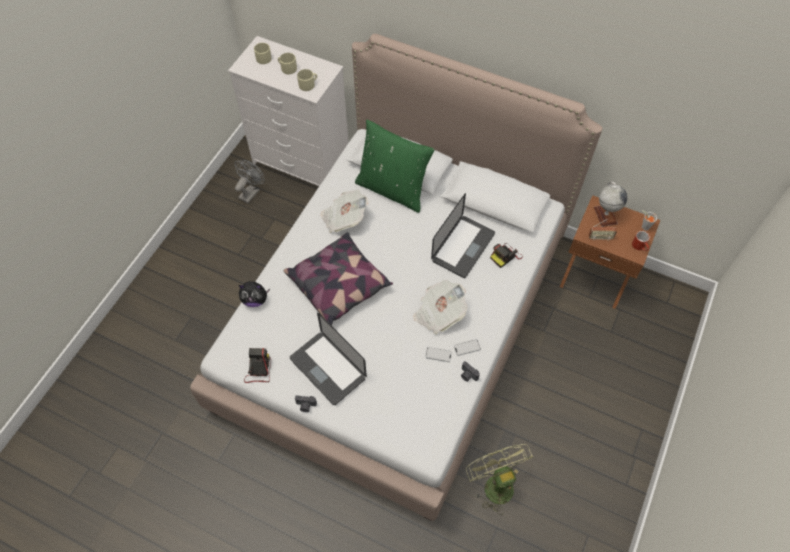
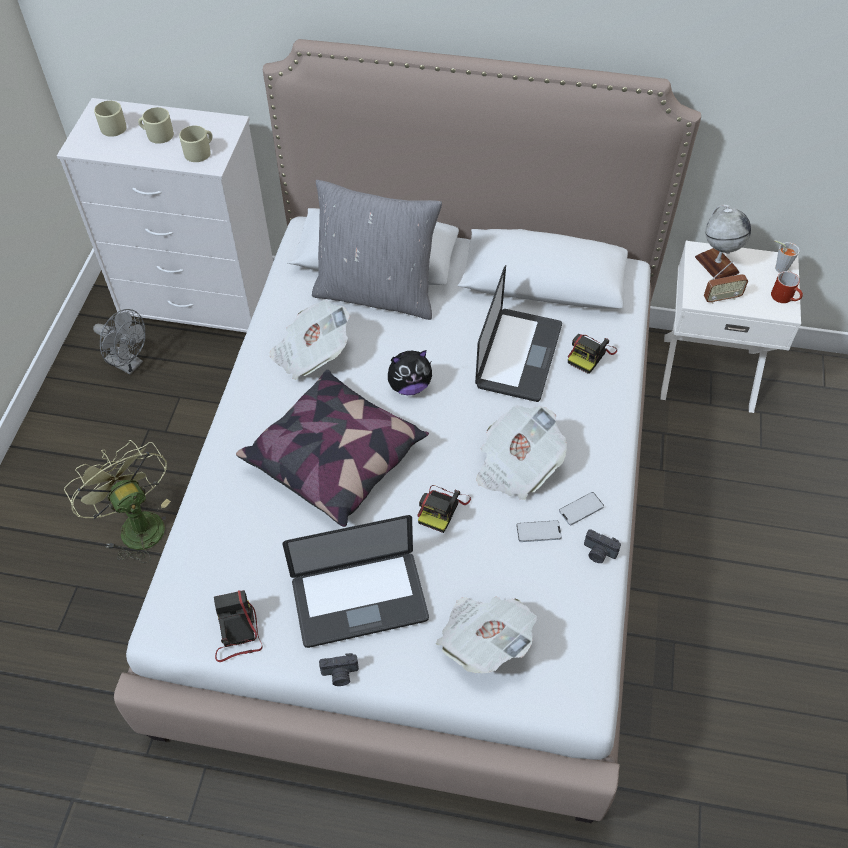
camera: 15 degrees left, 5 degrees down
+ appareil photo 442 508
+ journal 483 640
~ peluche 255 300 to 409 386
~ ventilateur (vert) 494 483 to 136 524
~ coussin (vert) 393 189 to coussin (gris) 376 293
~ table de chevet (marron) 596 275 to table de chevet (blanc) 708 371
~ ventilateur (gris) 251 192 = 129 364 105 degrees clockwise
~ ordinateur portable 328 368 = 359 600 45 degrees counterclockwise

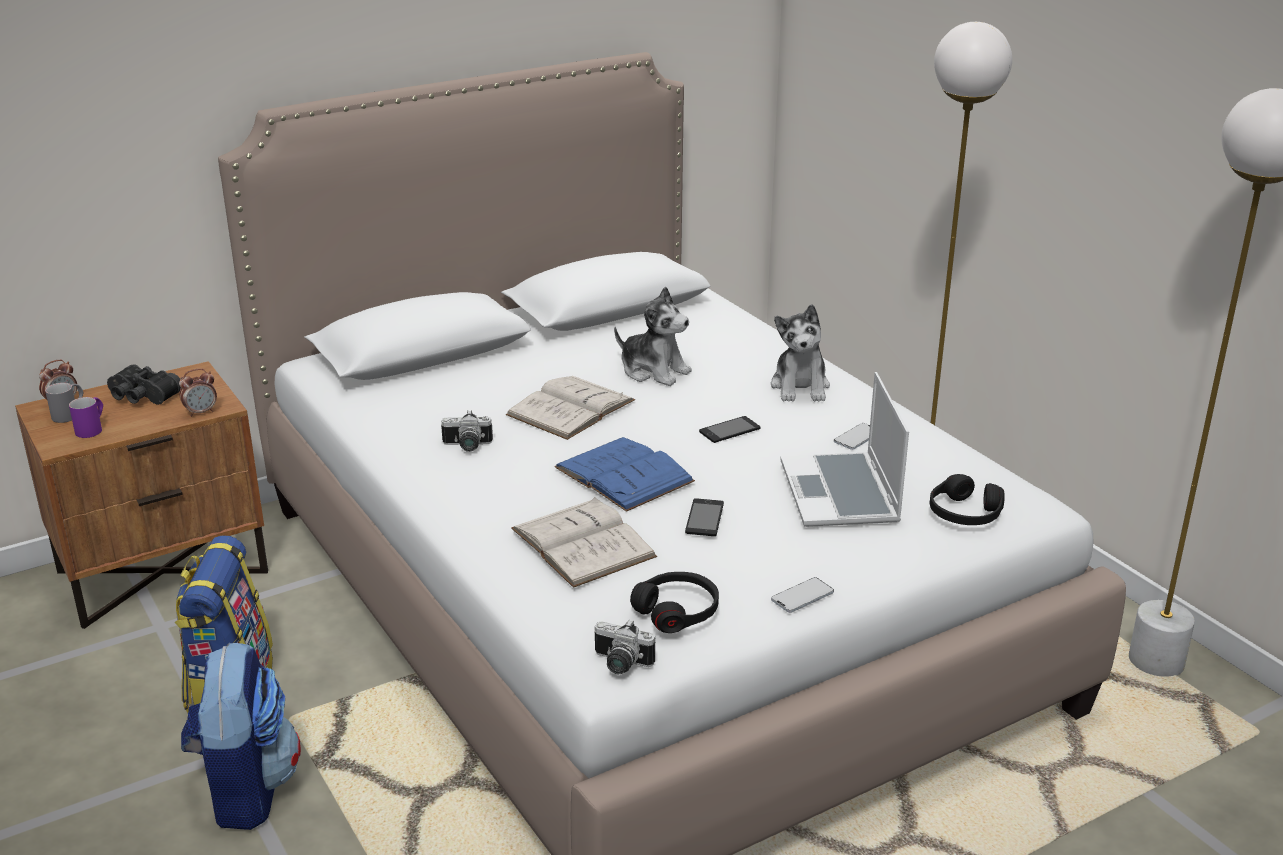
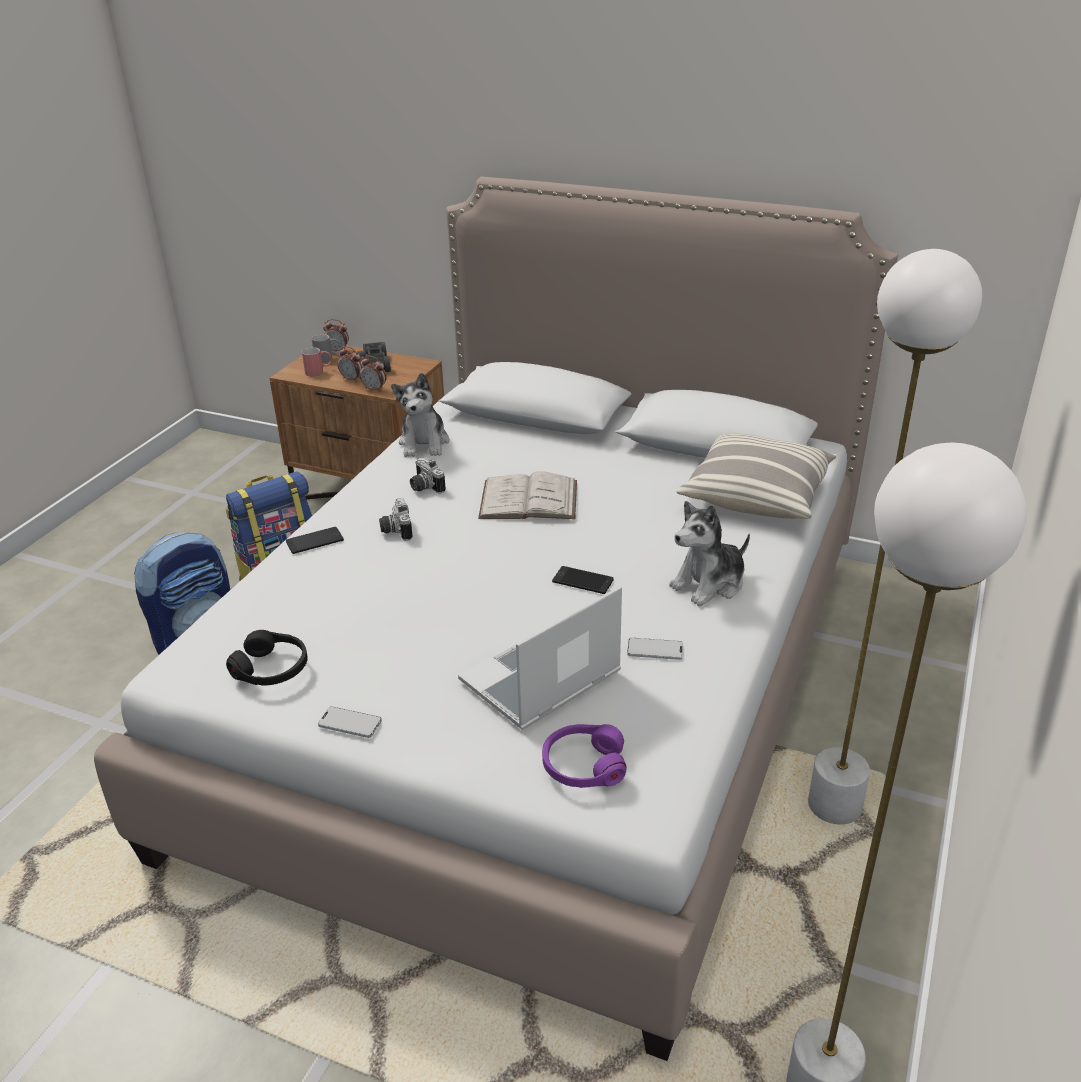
camera: 55 degrees right, 5 degrees up
- livre (blanc) 583 542
- livre (bleu) 624 474
+ réveil 352 379
+ coussin 756 494
~ appareil photo 620 664 to 395 530
~ peluche 654 371 to 424 443
~ téléphone 704 518 to 314 541
~ mug (violet) 92 428 to mug (rouge) 319 371
~ casque audio (noir) 964 513 to casque audio (violet) 583 766

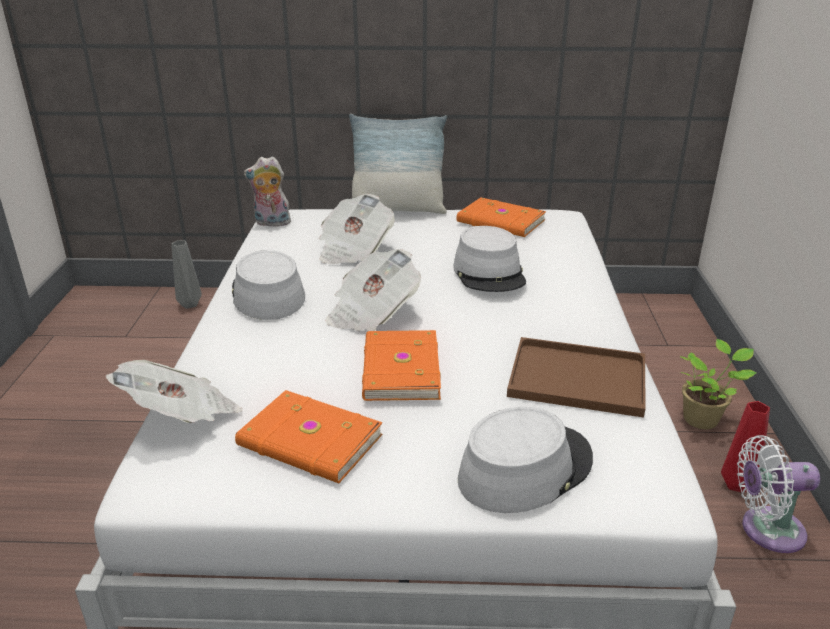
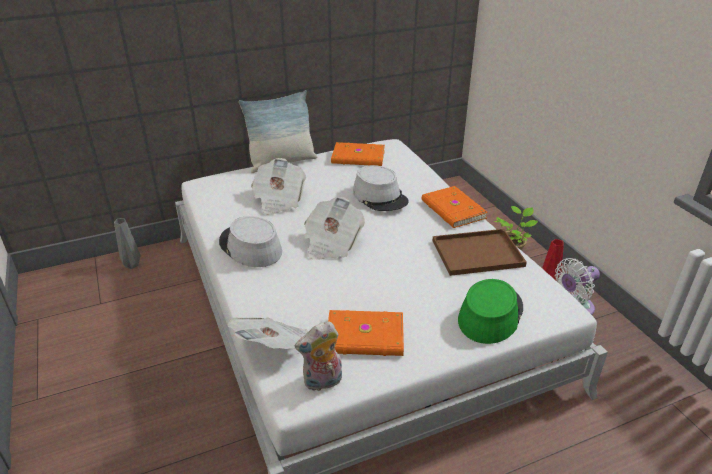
camera: 25 degrees left, 5 degrees up
~ peluche 271 223 to 322 382
~ livre (orange) 399 370 to 452 210
~ chapeau (gris) 524 468 to chapeau (vert) 490 314

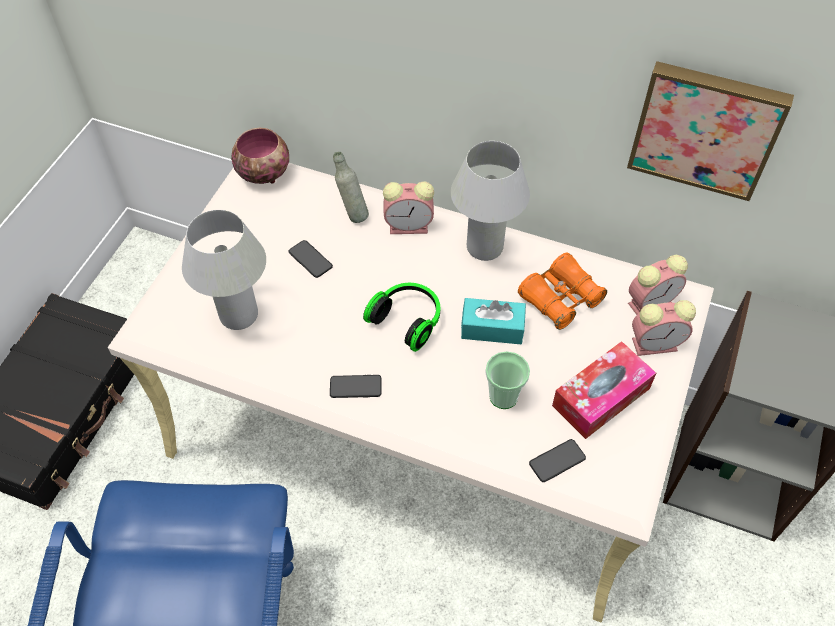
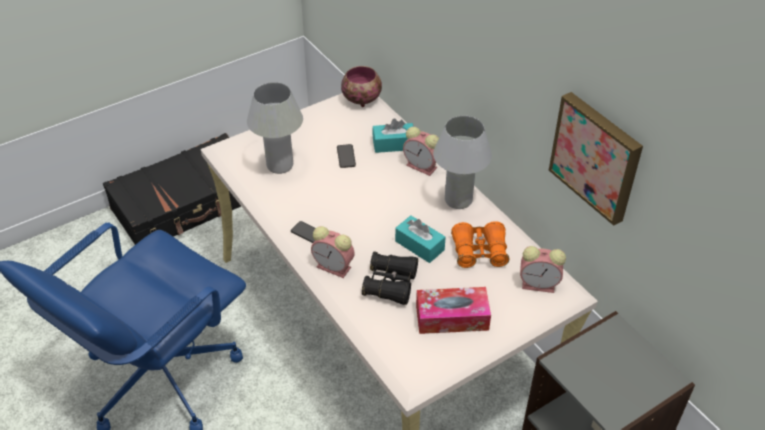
camera: 35 degrees right, 10 degrees down
- casque audio 408 320
- téléphone 557 461
~ réveil 656 344 to 335 267
~ bouteille (gris) 352 214 to boîte à mouchoirs (turquoise) 393 144
~ tasse 503 396 to jumelles (noir) 390 284

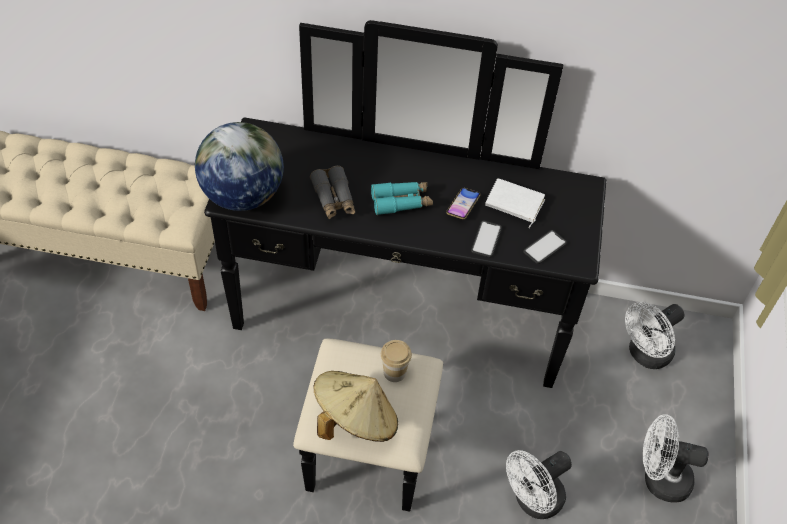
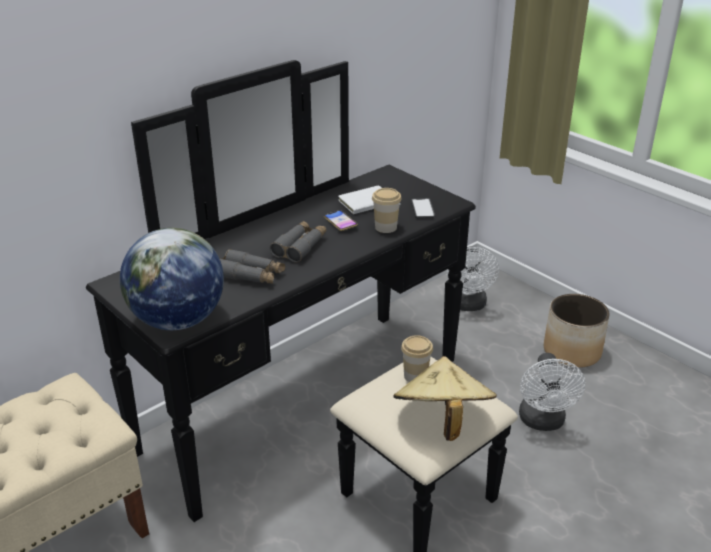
camera: 50 degrees left, 20 degrees down
~ téléphone 486 239 to tasse 386 227
~ ventilateur (blanc) 659 478 to cache-pot 572 352
~ jumelles (turquoise) 401 202 to jumelles (gris) 300 246

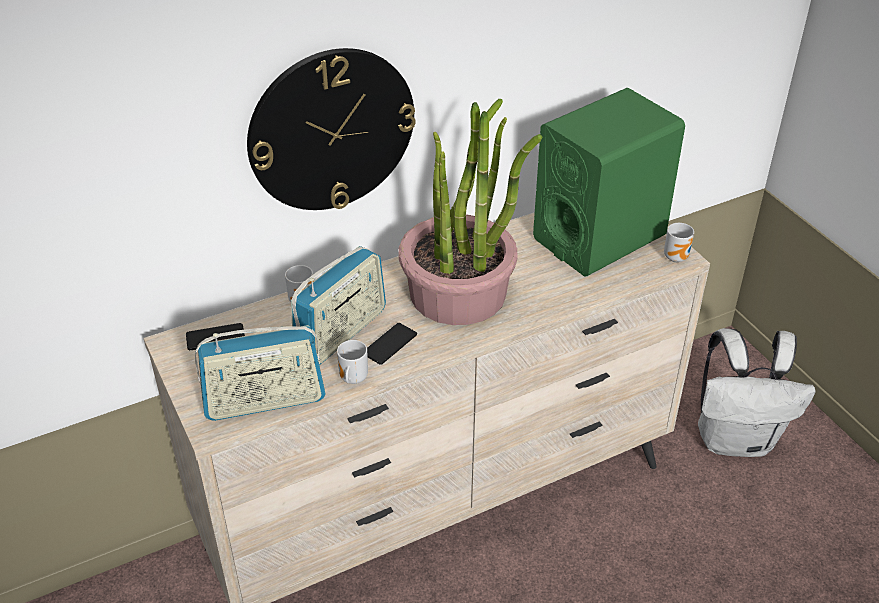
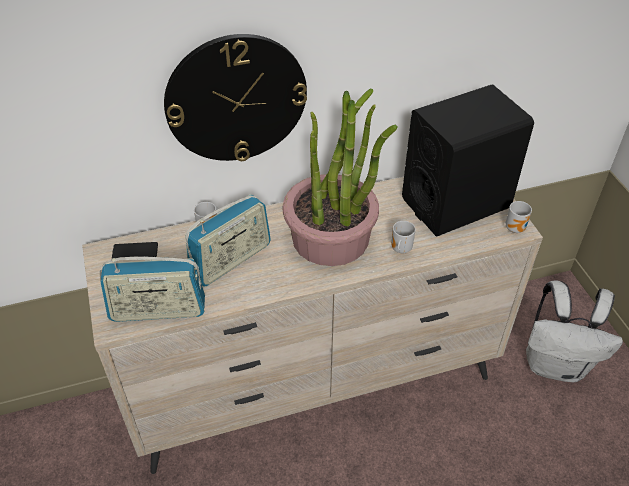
camera: 10 degrees right, 5 degrees up
- téléphone 389 344
~ mug 352 379 to 400 250
~ enceinte (vert) 599 237 to enceinte (noir) 456 203

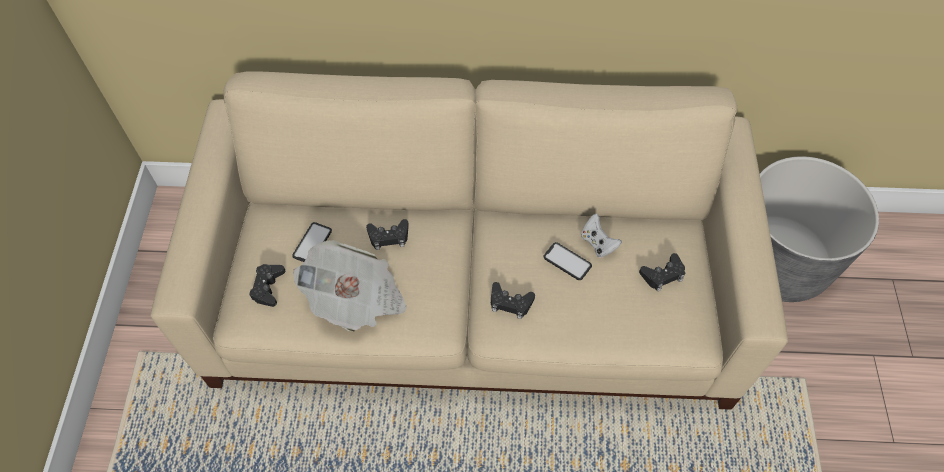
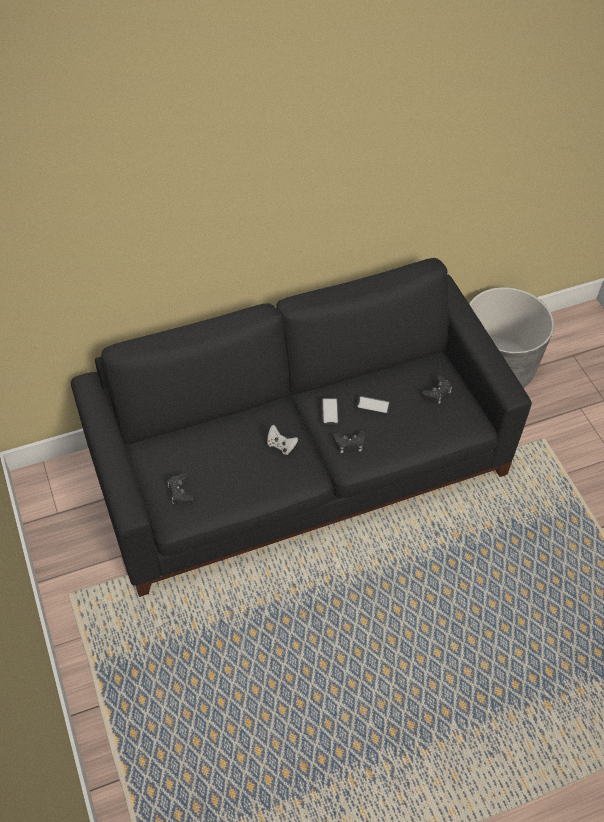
camera: 25 degrees left, 5 degrees down
- journal 356 299
- manette (noir) 388 237
~ téléphone 312 243 to 330 411
~ manette (blanc) 597 243 to 281 445
~ canapé (beige) 474 298 to canapé (noir) 301 466

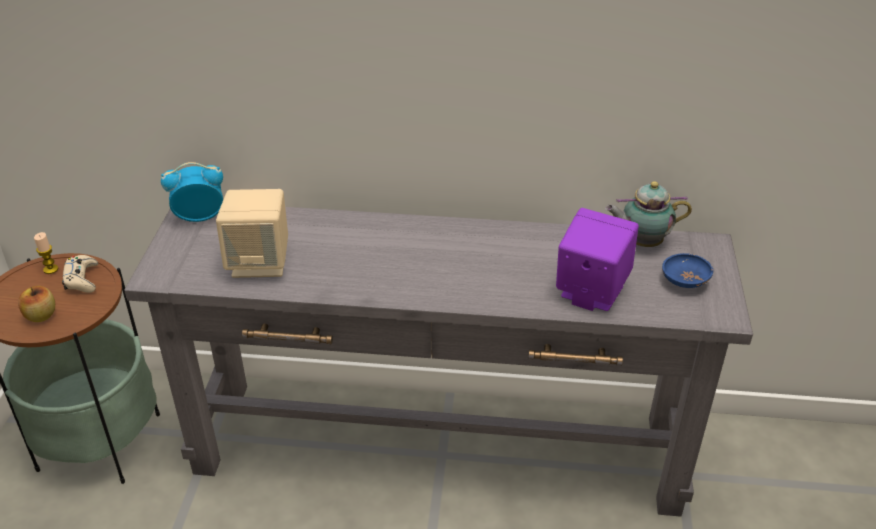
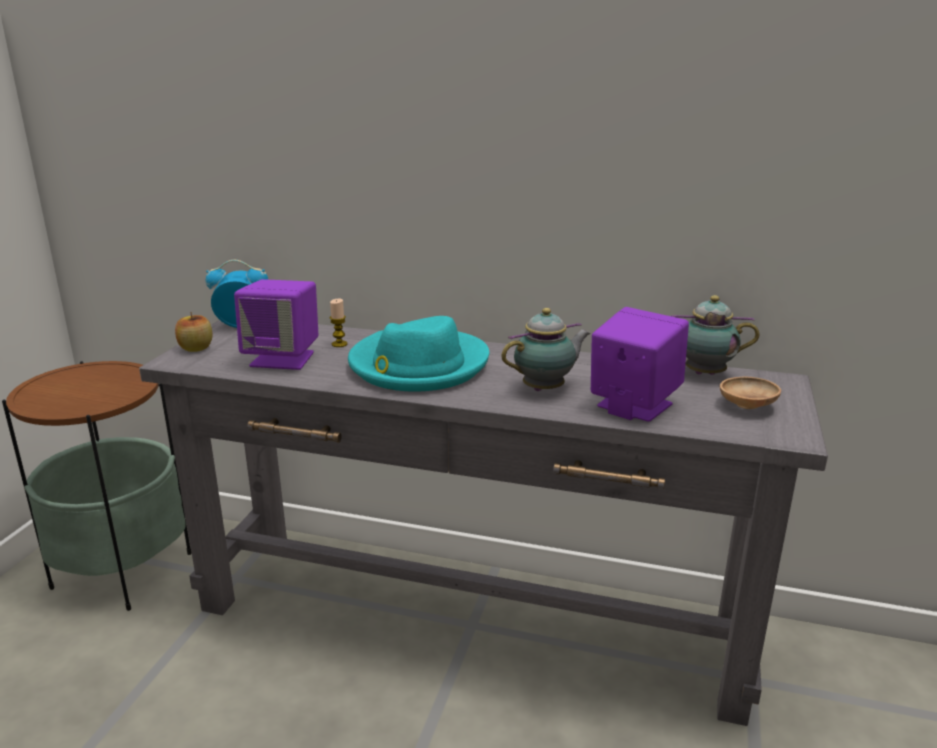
camera: 10 degrees right, 15 degrees down
- manette (beige) 82 279
+ chapeau (turquoise) 417 365
+ théière 546 389
~ pomme 41 316 to 196 348
~ bougie 50 269 to 339 344
~ enceinte (beige) 260 263 to enceinte (violet) 283 359
~ bol (bleu) 684 282 to bol (marron) 747 406

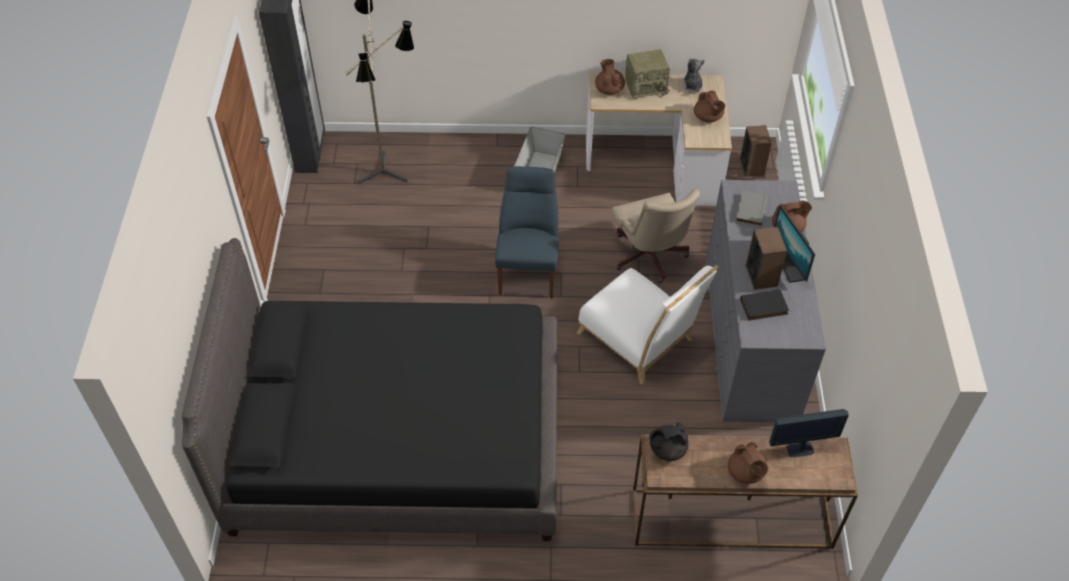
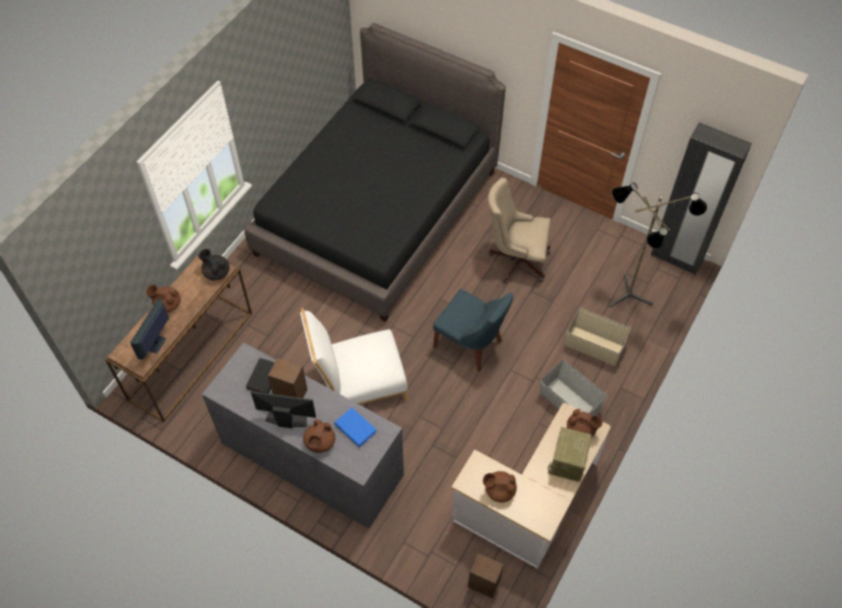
camera: 120 degrees right, 5 degrees up
- peluche 691 86
+ boîte de rangement (beige) 594 345
~ chaise de bureau (beige) 650 258 to 515 260
~ livre (gris) 750 210 to livre (bleu) 356 428
~ théière (noir) 666 449 = 216 272 60 degrees counterclockwise

